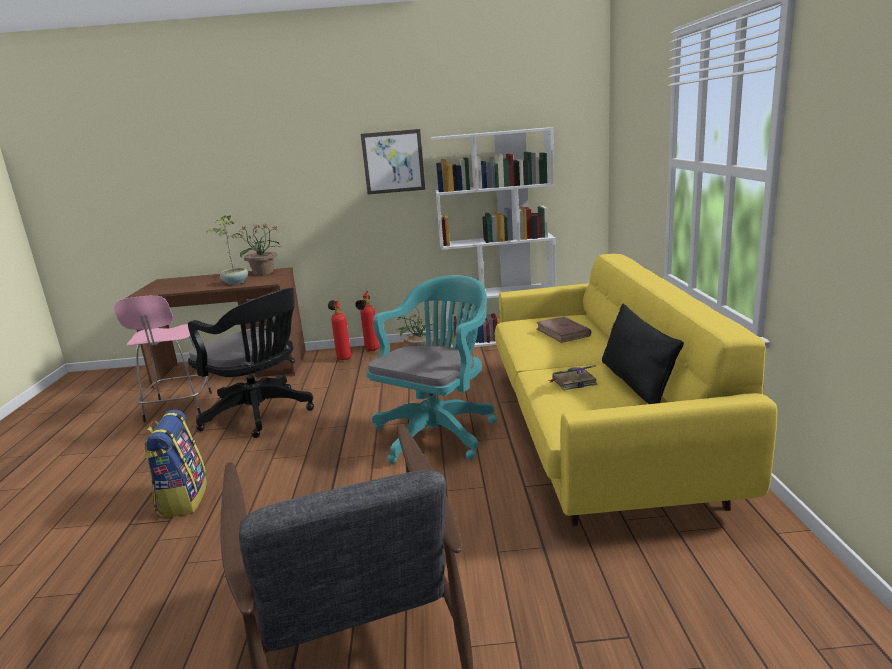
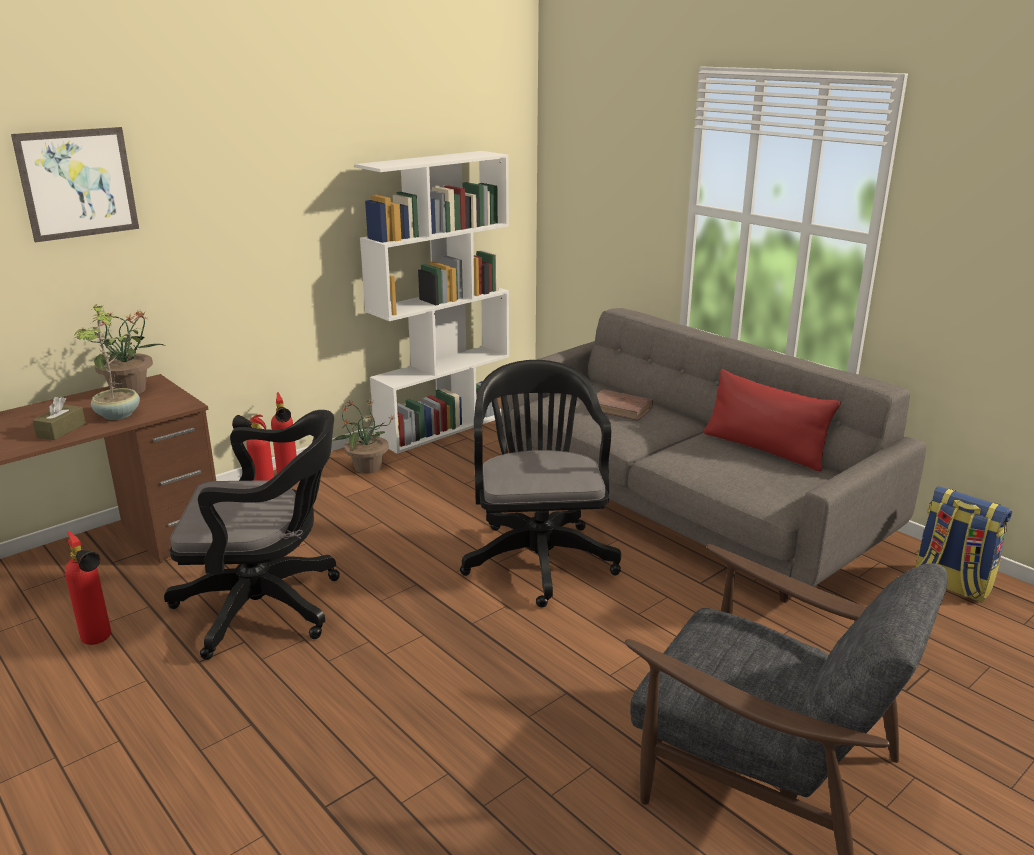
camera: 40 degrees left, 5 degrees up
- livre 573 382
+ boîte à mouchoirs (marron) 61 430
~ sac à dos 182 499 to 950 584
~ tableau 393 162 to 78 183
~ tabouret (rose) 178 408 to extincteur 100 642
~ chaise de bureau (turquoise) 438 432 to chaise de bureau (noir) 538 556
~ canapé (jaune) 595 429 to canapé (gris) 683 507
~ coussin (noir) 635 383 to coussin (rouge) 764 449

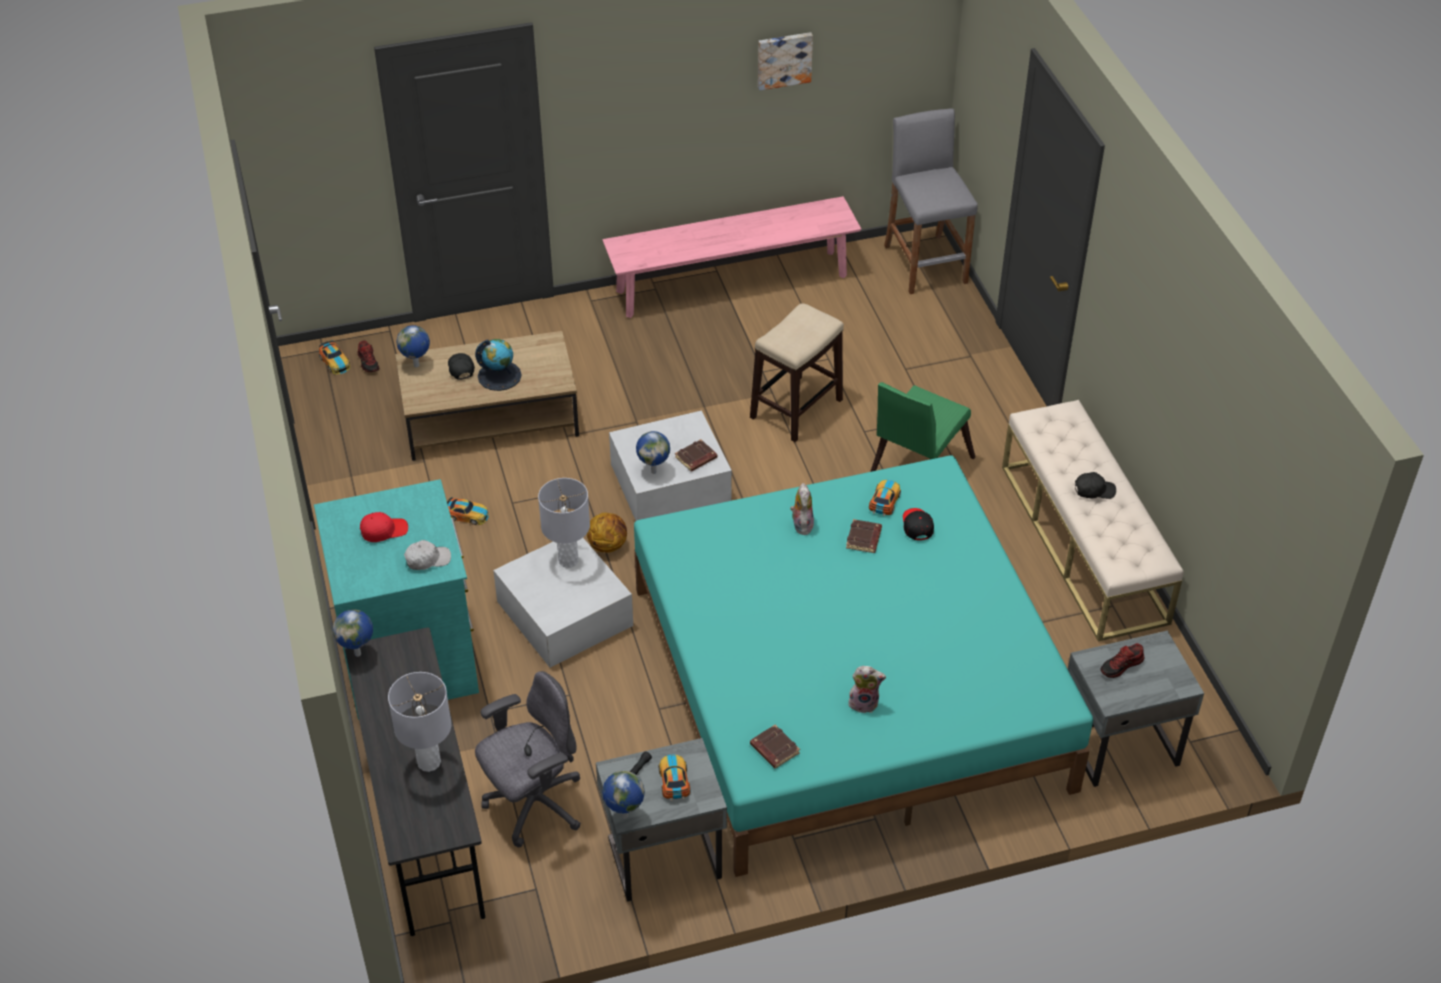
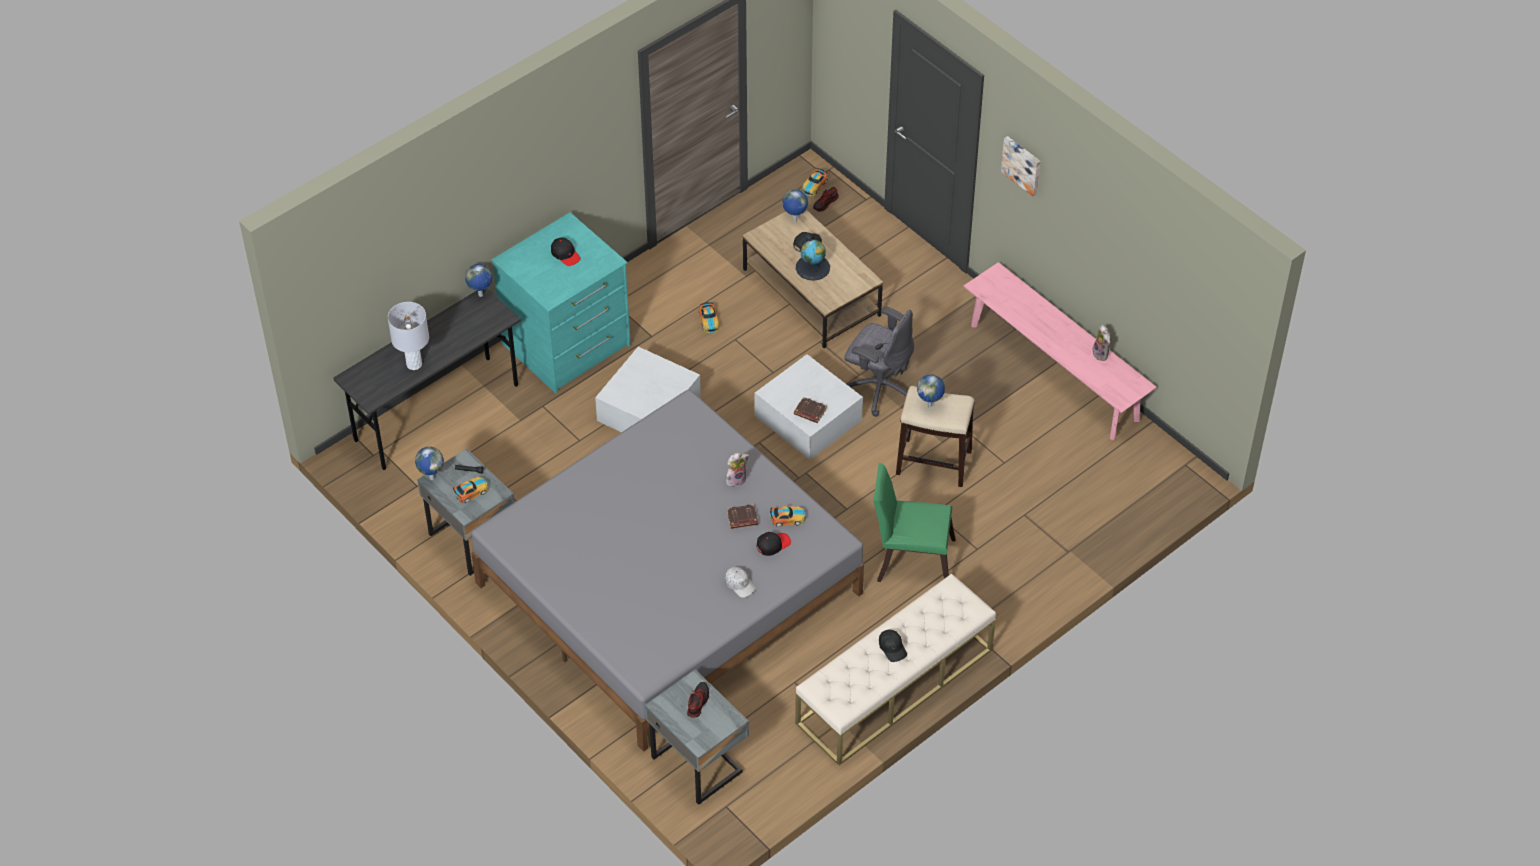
camera: 65 degrees right, 5 degrees up
- lampe de table (gris) 568 560
- ballon de basket 608 545
- livre (marron) 774 749
- tabouret (gris) 925 264
~ casquette (blanc) 427 559 to 739 584
~ chaise de bureau (gris) 533 805 to 879 388
~ globe 654 471 to 930 405
~ tableau 784 59 to 1022 165
~ peluche 864 702 to 1102 354
~ casquette (rouge) 384 530 to casquette (noir) 565 254
~ lit (turquoise) 847 686 to lit (gris) 668 587
~ chaussure 1121 666 = 697 702 75 degrees clockwise

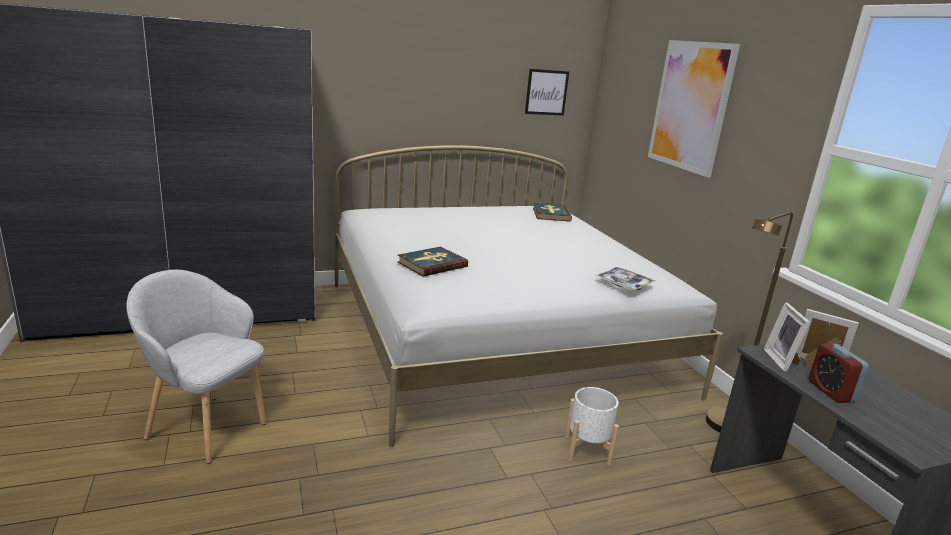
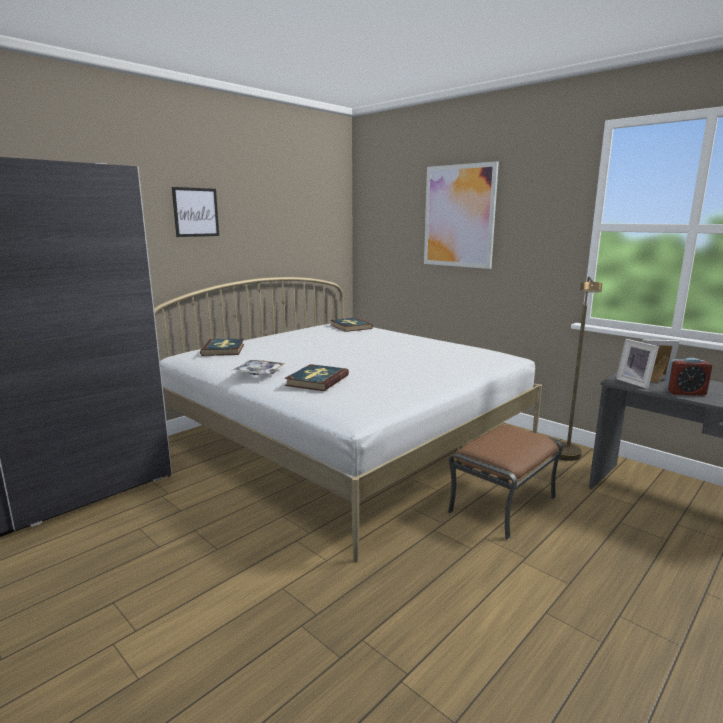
camera: 25 degrees left, 5 degrees down
- fauteuil (gris) 205 427
+ livre 223 349
~ tableau 546 92 to 196 212
~ plateau 623 284 to 259 372
~ cache-pot (blanc) 587 450 to pouf (marron) 502 504
~ réveil 830 391 = 685 392 45 degrees counterclockwise

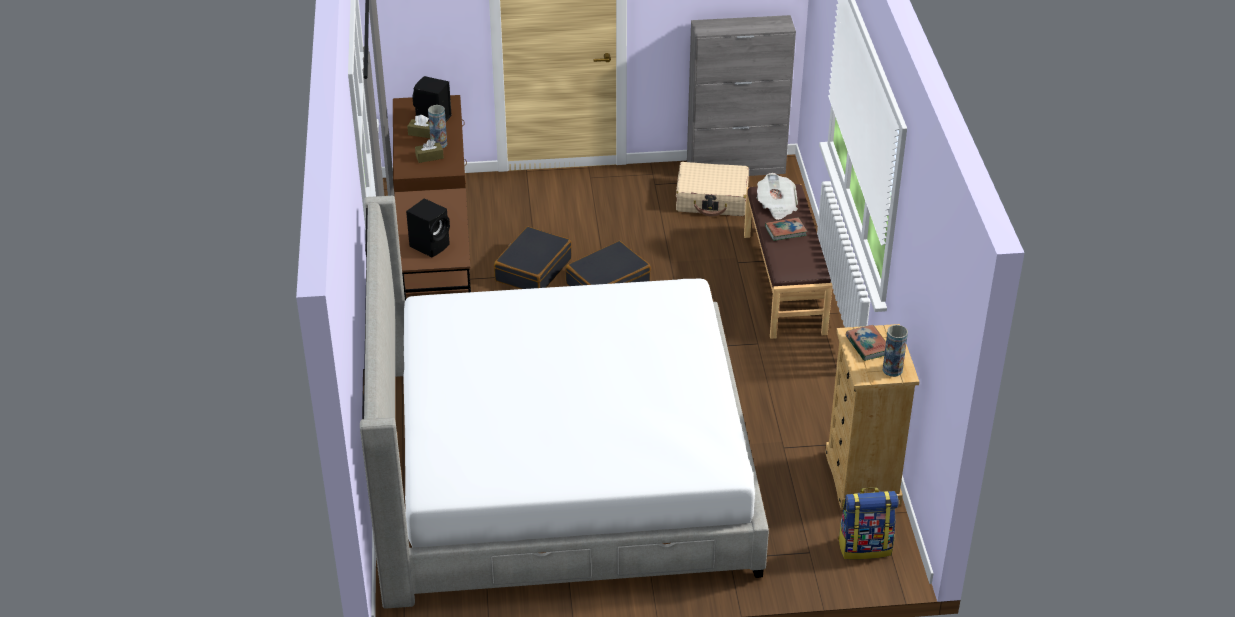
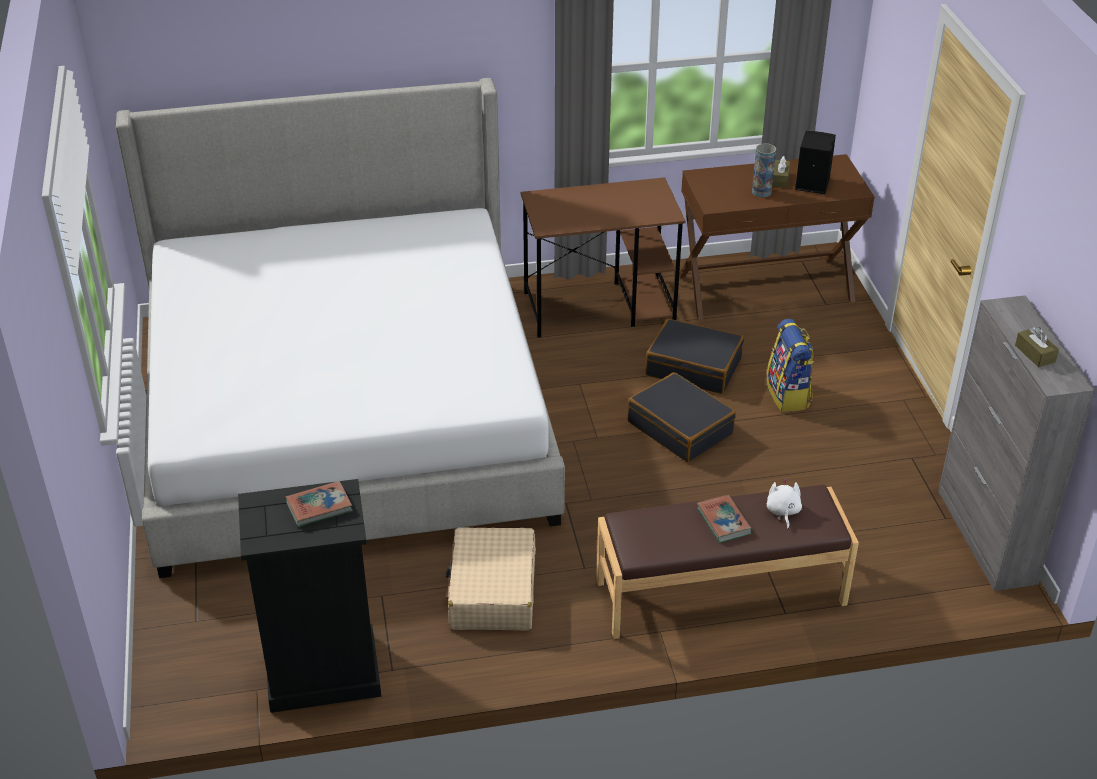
camera: 85 degrees right, 0 degrees up
- enceinte (noir) 431 245
- vase 892 370
~ boîte à mouchoirs (marron) 429 157 to 1035 354
~ valise (beige) 712 199 to 492 592
~ sac à dos 865 546 to 788 395
~ journal 776 206 to peluche (blanc) 783 512
~ commode (beige) 863 478 to commode (noir) 322 673

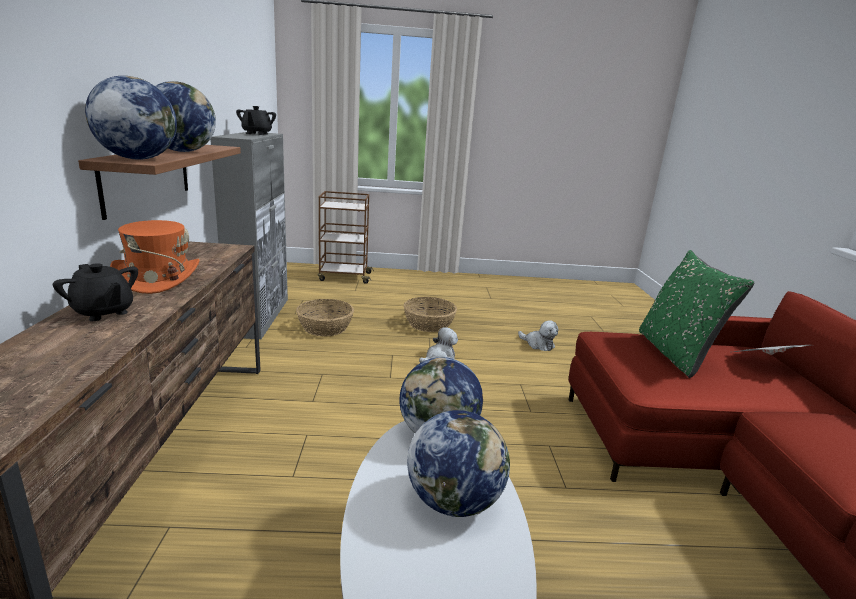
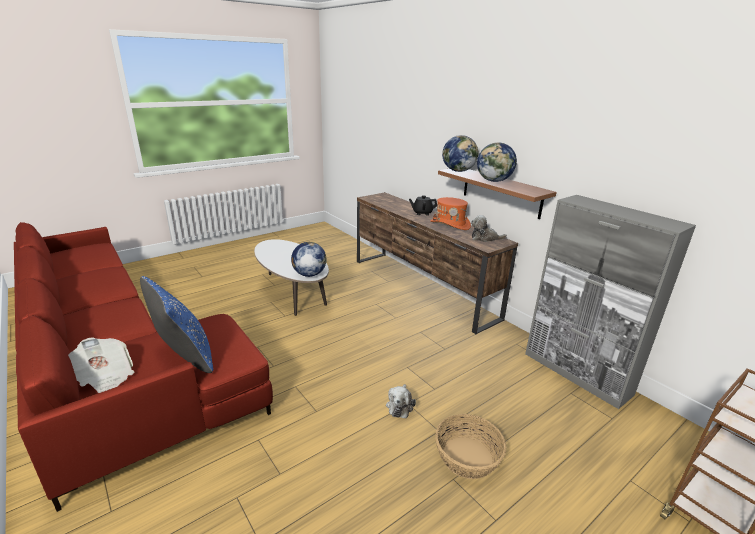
camera: 145 degrees right, 5 degrees up
- théière (noir) 257 134
- panier 325 327
- globe 454 501
~ peluche 538 344 to 485 238
~ coussin (vert) 675 354 to coussin (bleu) 185 357

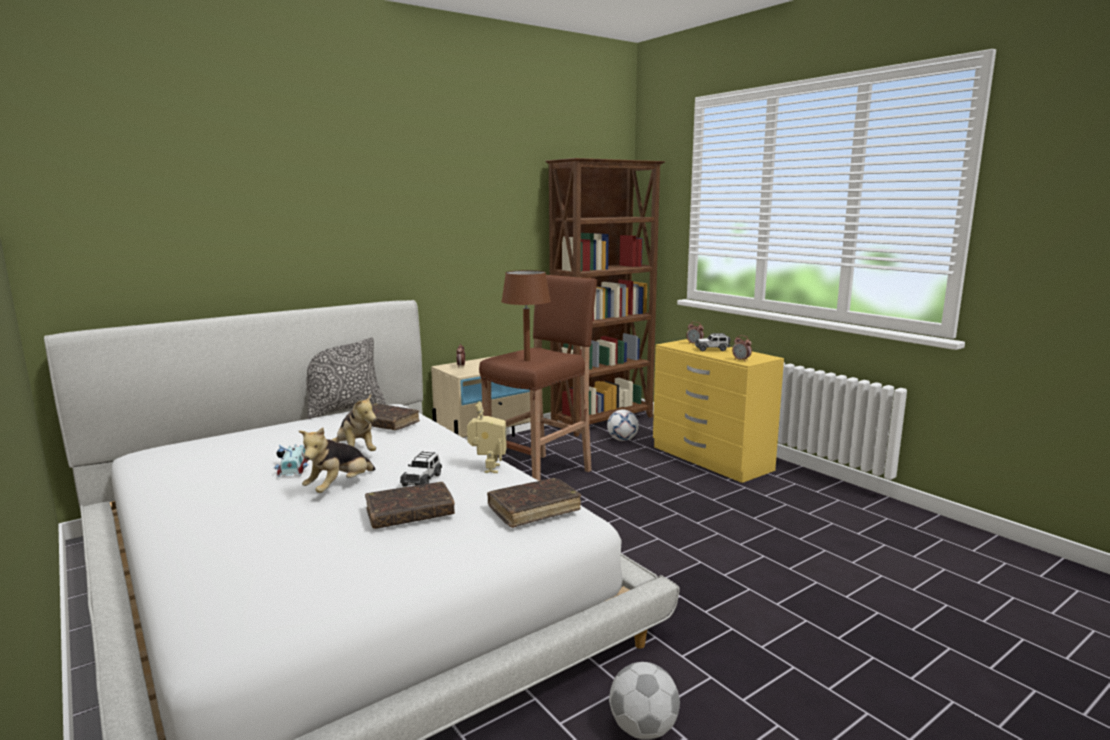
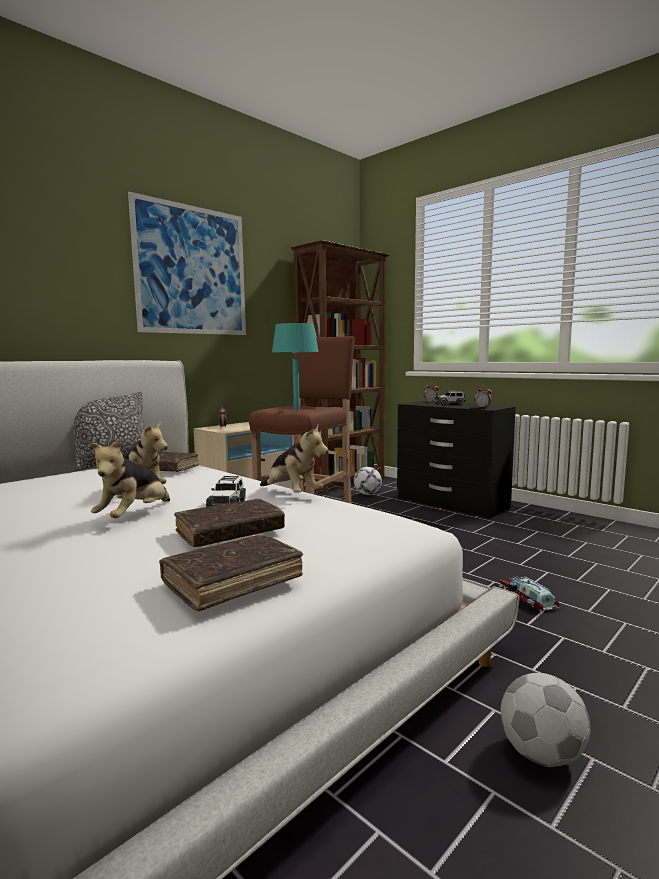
camera: 10 degrees left, 5 degrees down
+ tableau 192 271
~ petite voiture 293 466 to 527 599
~ livre (marron) 534 509 to 233 581
~ robot jouet 488 468 to peluche 291 494
~ lampe de table (marron) 527 360 to lampe de table (turquoise) 296 409
~ commode (jaune) 711 459 to commode (noir) 451 503

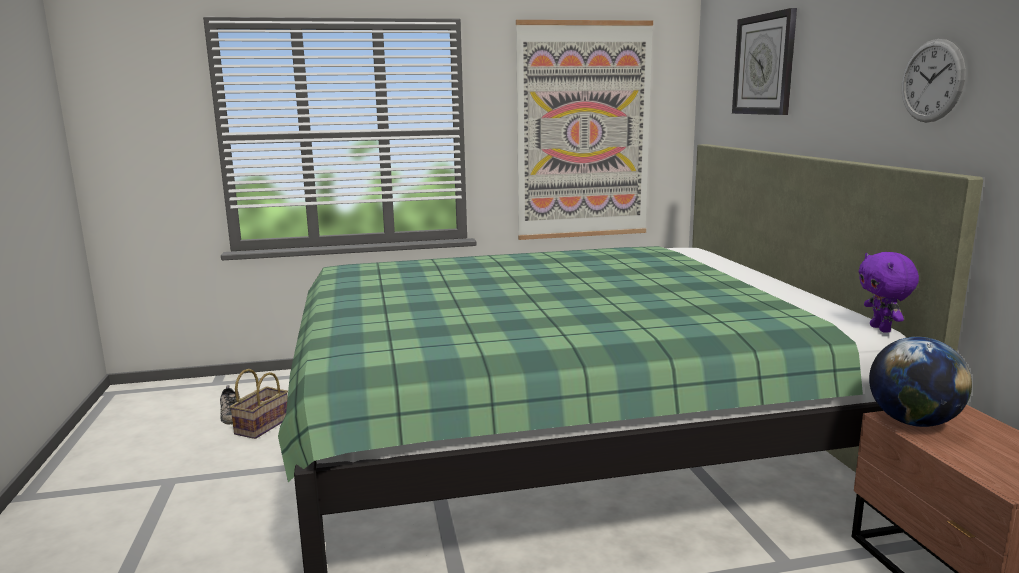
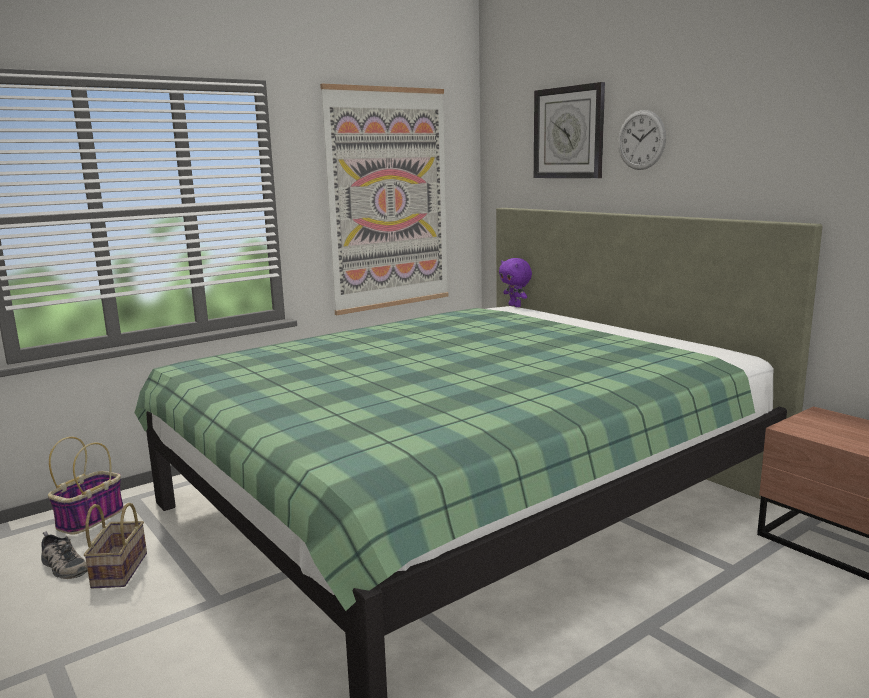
camera: 25 degrees left, 0 degrees up
- globe 912 422
+ panier 91 518
~ peluche (violet) 881 329 to 515 306
~ horloge murale 932 81 to 641 140

